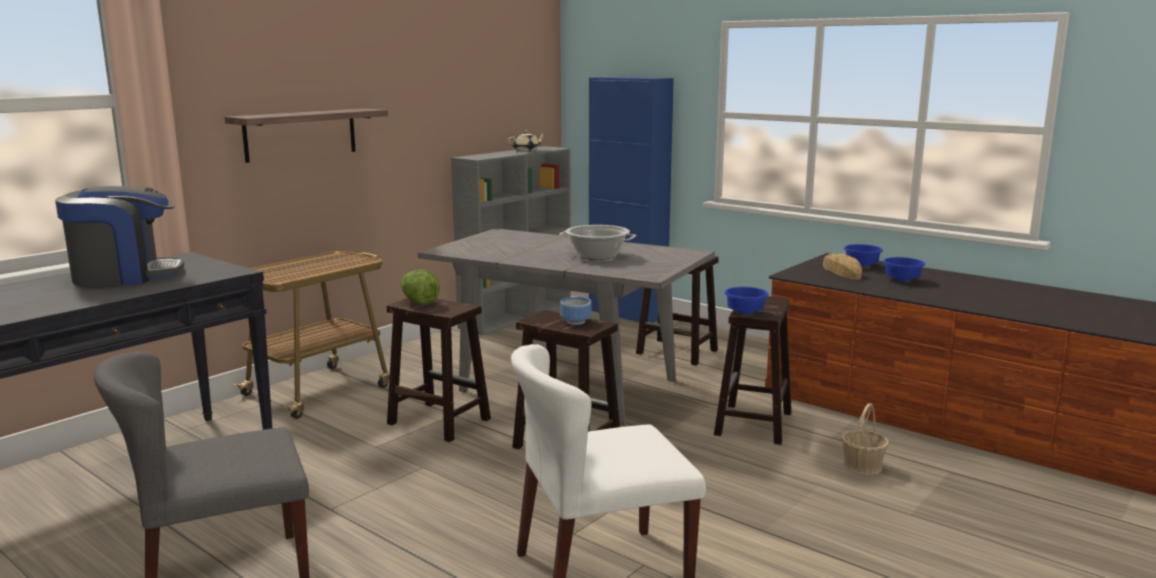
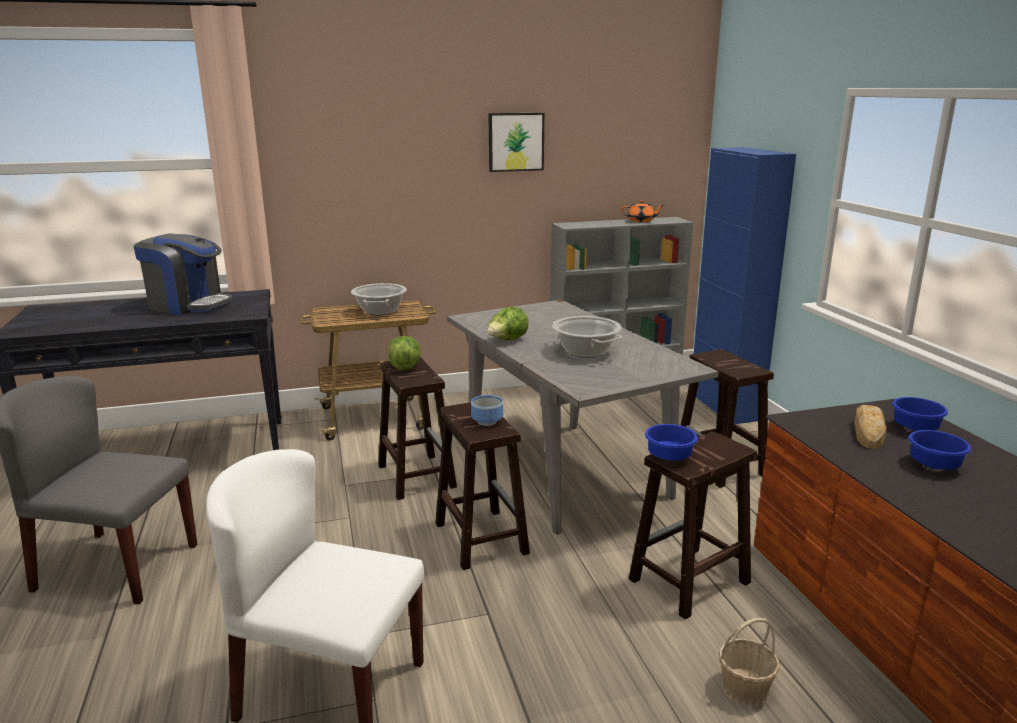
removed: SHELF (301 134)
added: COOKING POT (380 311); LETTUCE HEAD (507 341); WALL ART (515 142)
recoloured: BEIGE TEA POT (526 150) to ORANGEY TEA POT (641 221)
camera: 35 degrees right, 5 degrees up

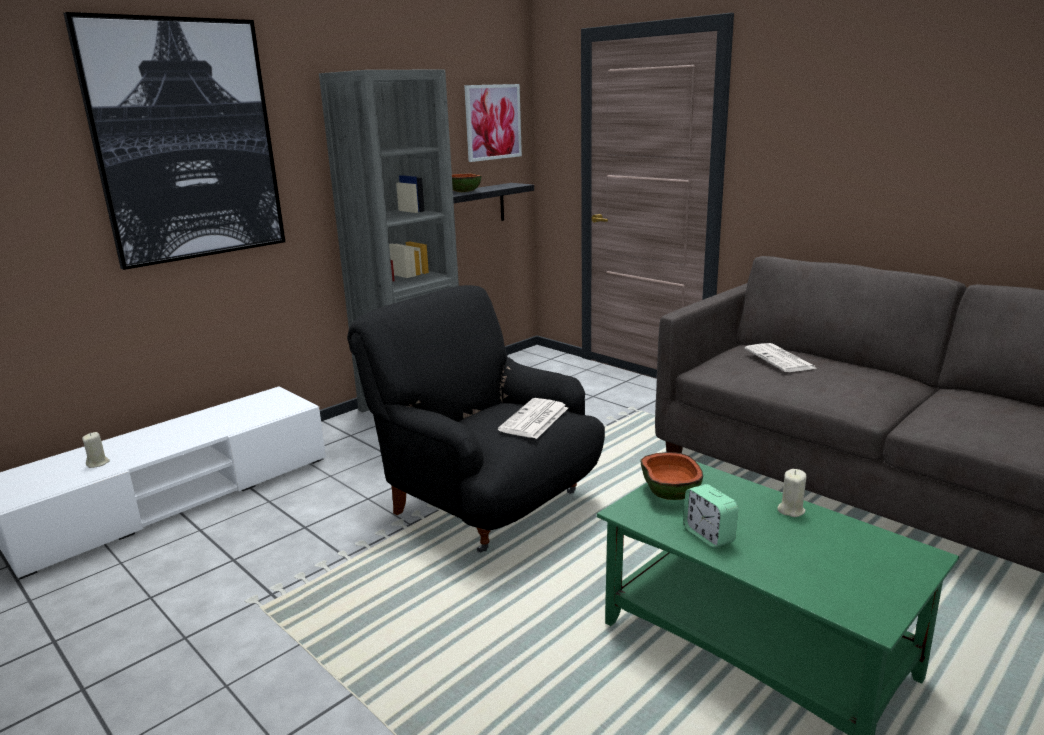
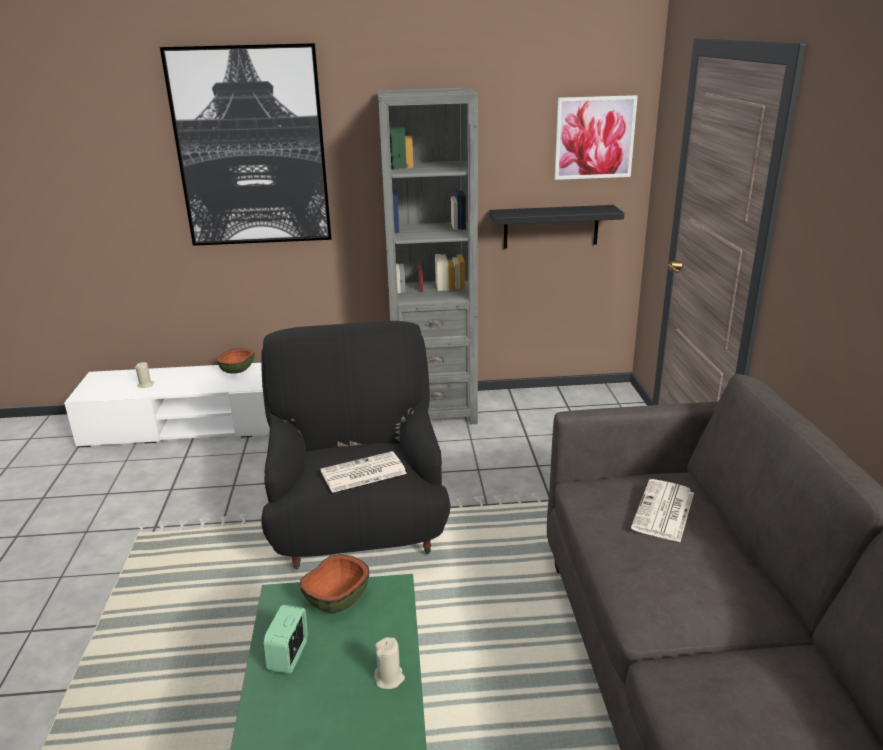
moved: BOWL (464 191) to (237 371)
camera: 40 degrees right, 5 degrees up

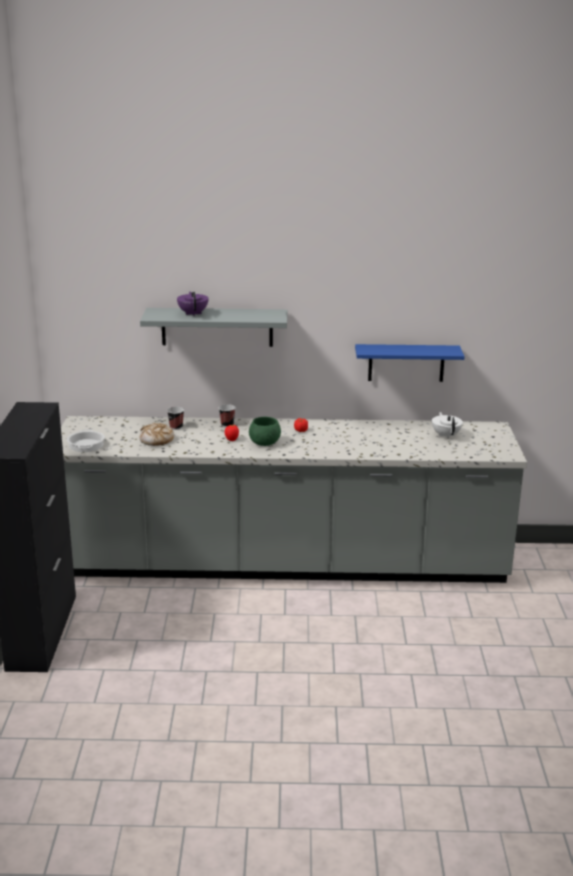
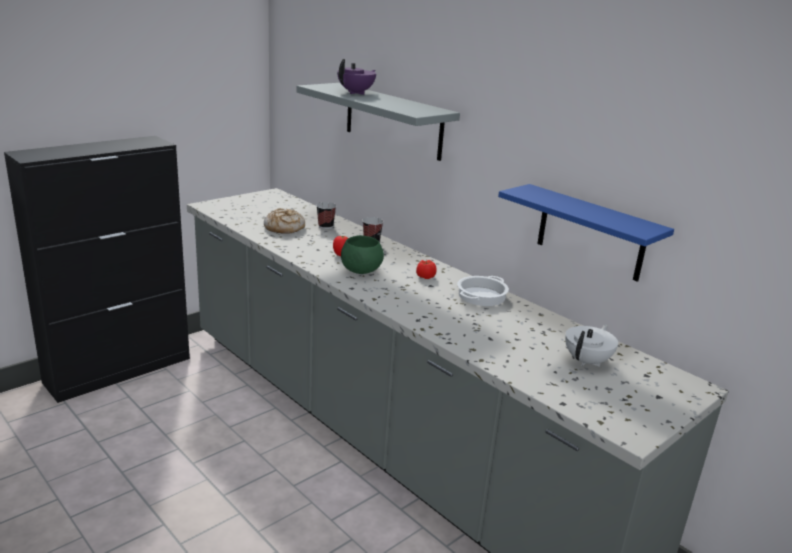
moved: COOKING POT (85 445) to (481 295)
camera: 45 degrees right, 0 degrees up

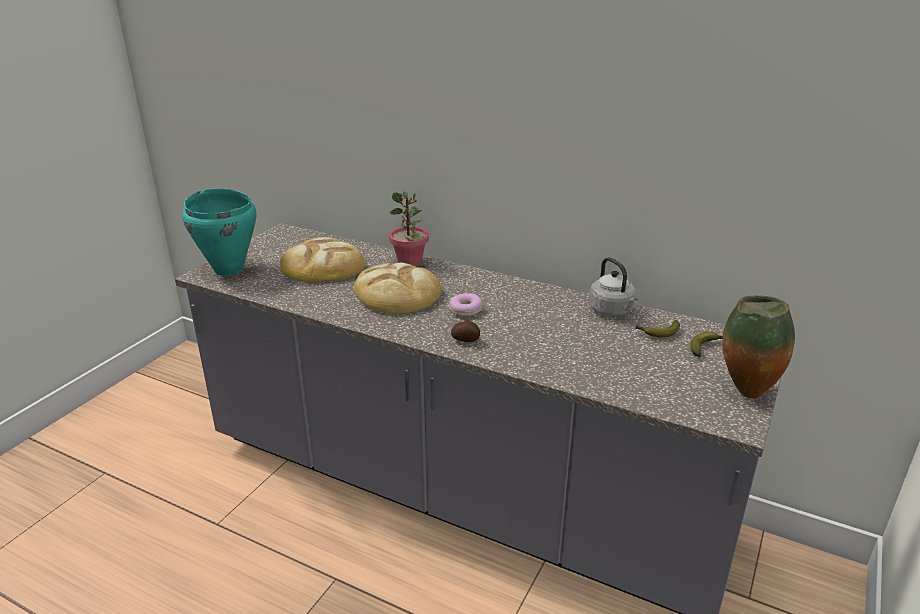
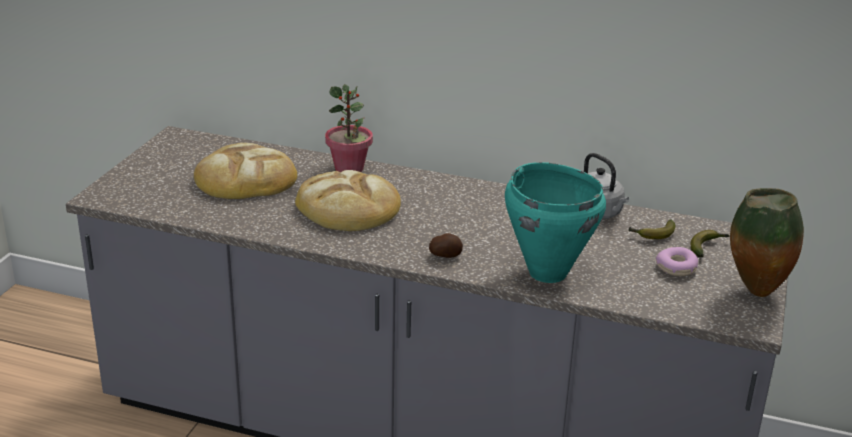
moved: TURQUOISE-COLOURED COOKING POT (229 269) to (547 272); DONUT (466 310) to (676 268)
camera: 10 degrees left, 0 degrees up

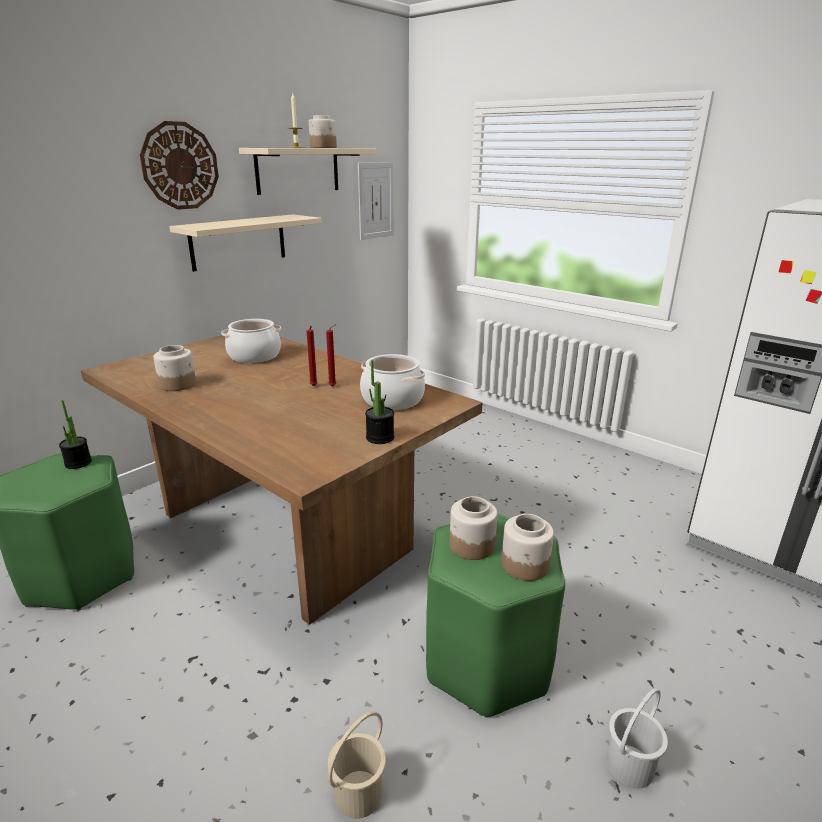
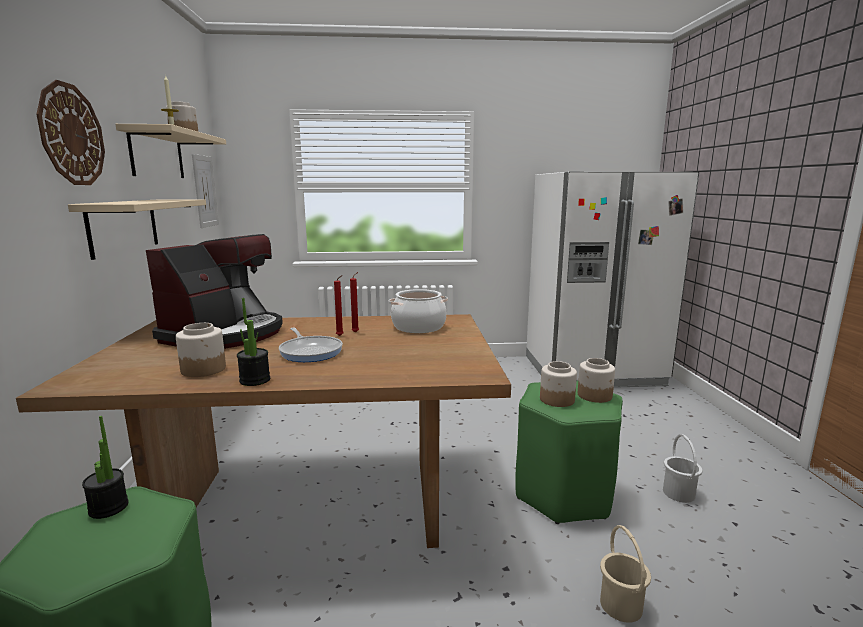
added: PAN (310 352)
moved: PLANT IN A POT (380 437) to (255 380)
replaced: COOKING POT (255 356) to COFFEE MACHINE (225 334)
camera: 45 degrees left, 10 degrees down

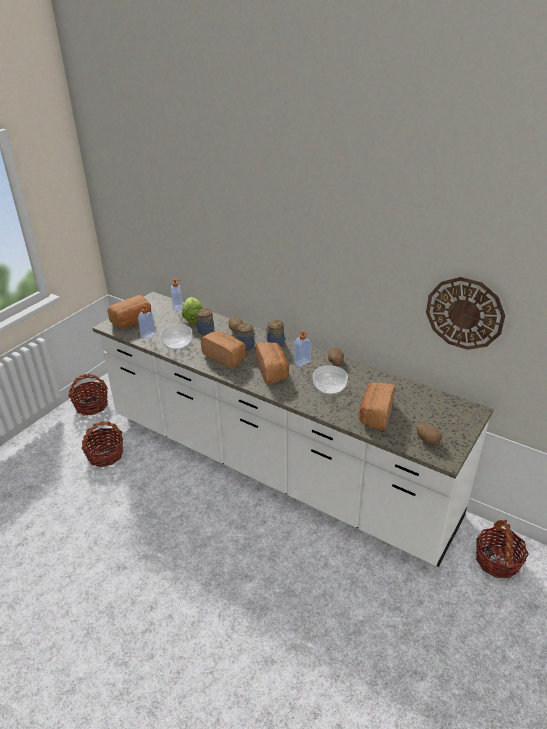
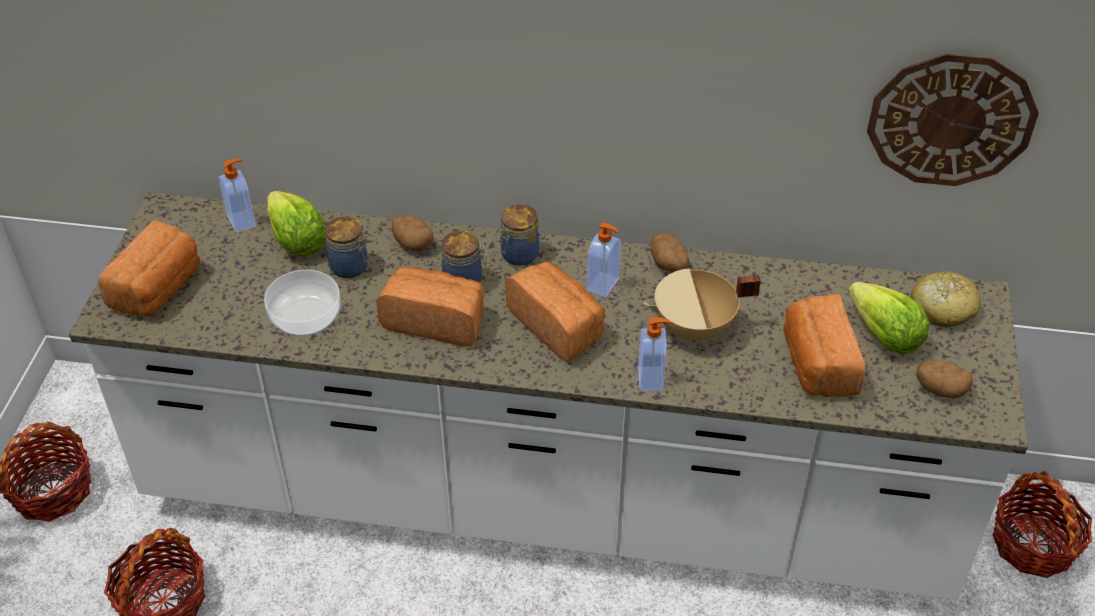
added: LETTUCE HEAD (884 336); BREAD (942 308)
moved: LIQUID SOAP BOTTLE (149 335) to (651 379)
replaced: BOWL (329 387) to BEIGE COOKING POT (694 329)
camera: 25 degrees left, 10 degrees up

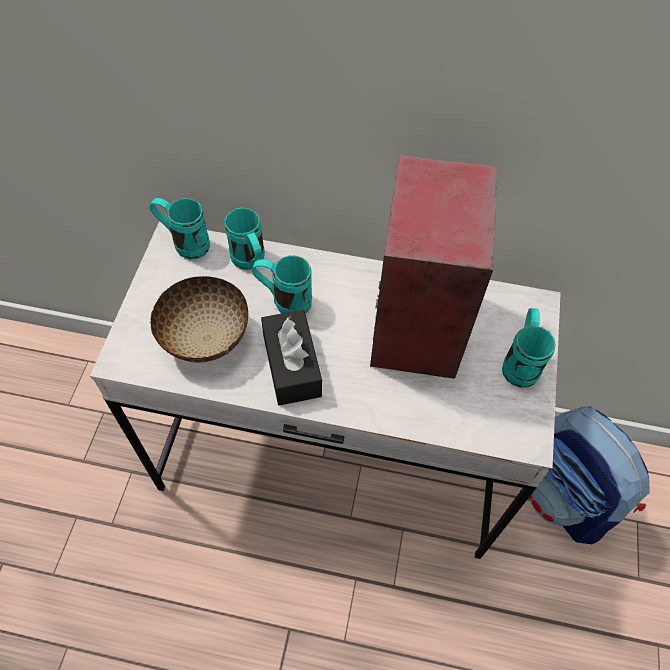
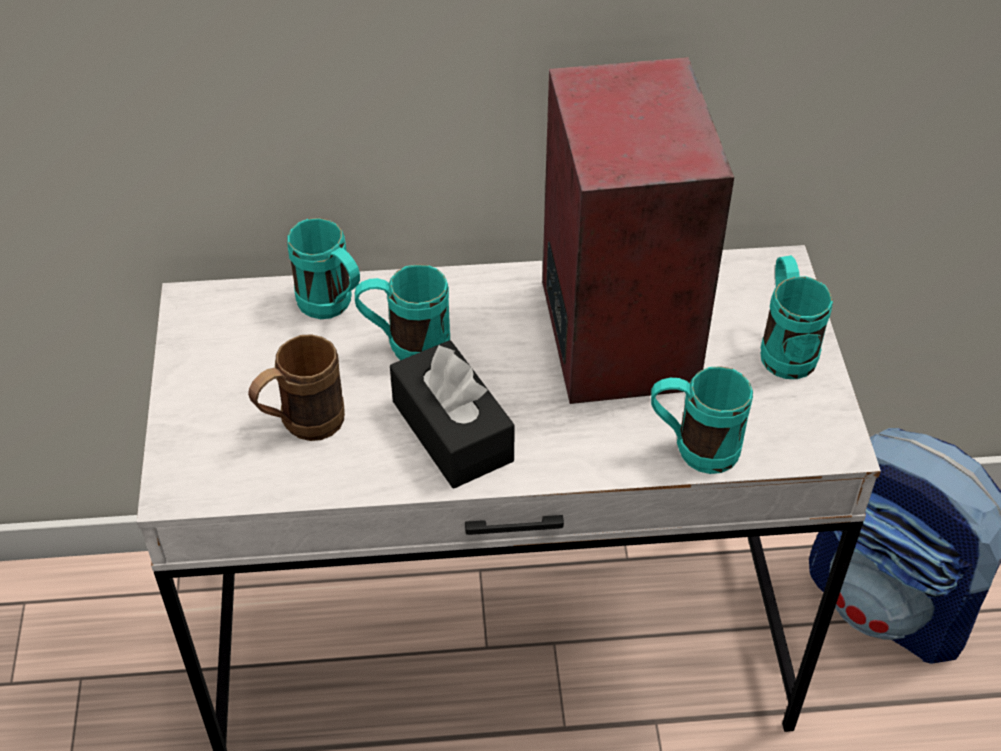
moved: TURQUOISE-COLOURED COFFEE MUG (184 243) to (692 449)
replaced: BOWL (204 338) to BROWN-COLOURED COFFEE MUG (301 426)
camera: 15 degrees left, 10 degrees down

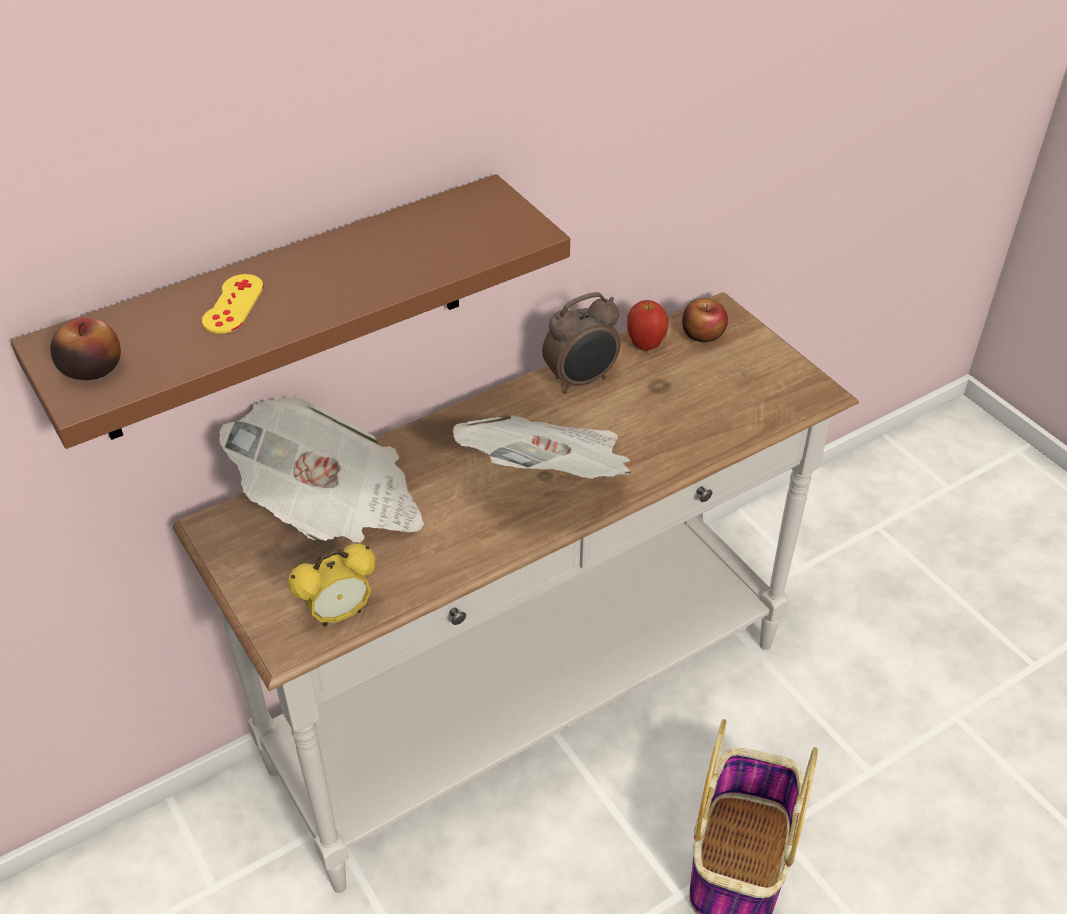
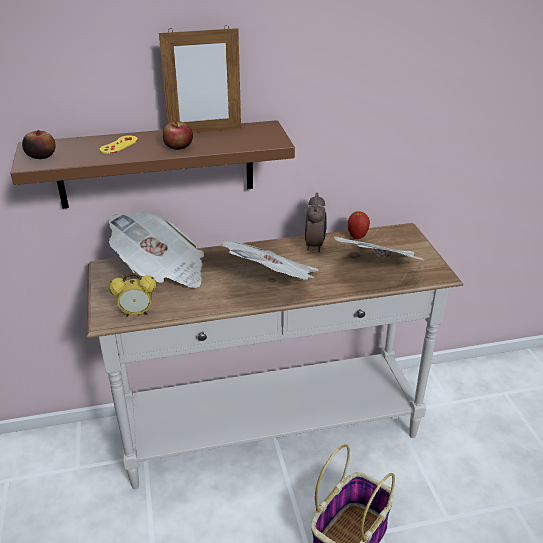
added: STANDING FRAME (205 131); PRINTED PAPER (380 270)
moved: APPLE (703 334) to (179 146)
turned: ALARM CLOCK (582 381) = (315 245) 75 degrees counterclockwise
camera: 20 degrees right, 10 degrees down

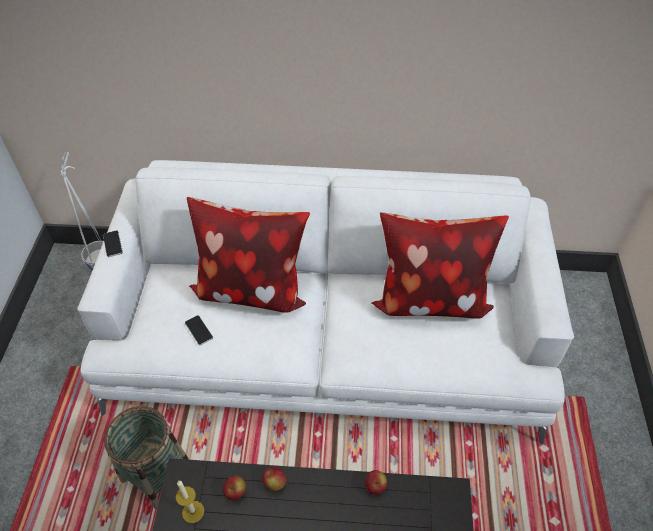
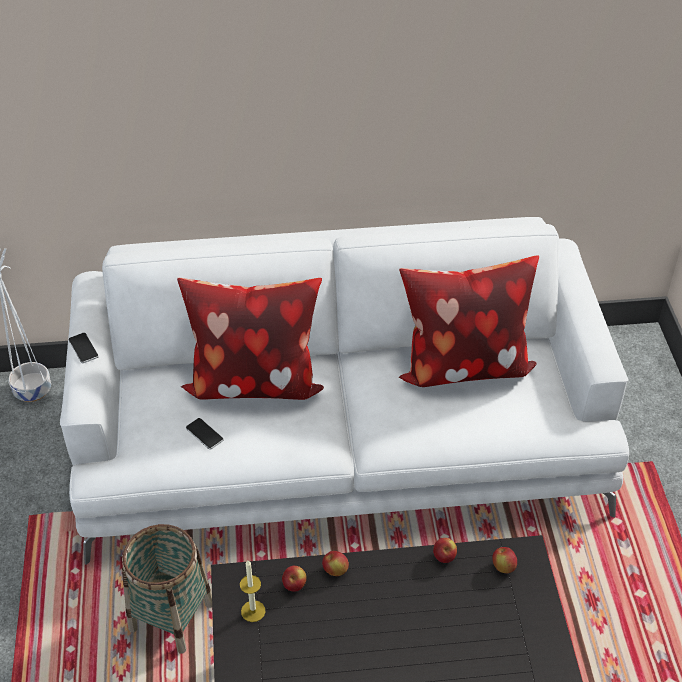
added: APPLE (503 567)
camera: 10 degrees left, 5 degrees down

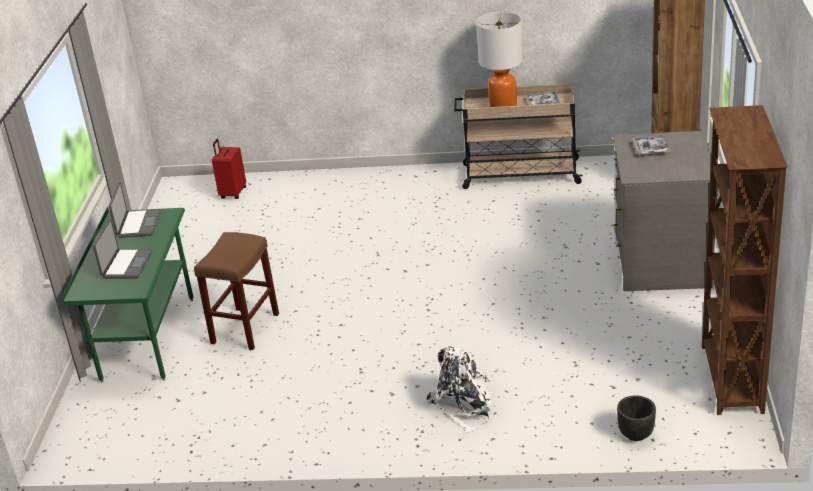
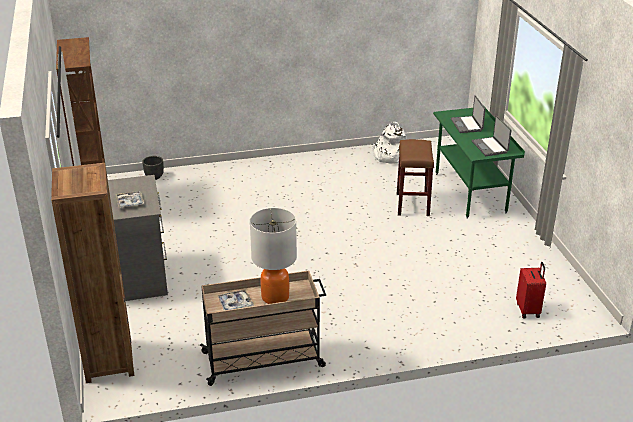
moved: WHITISH RUCKSACK (463 405) to (389 156)
camera: 160 degrees right, 0 degrees up

